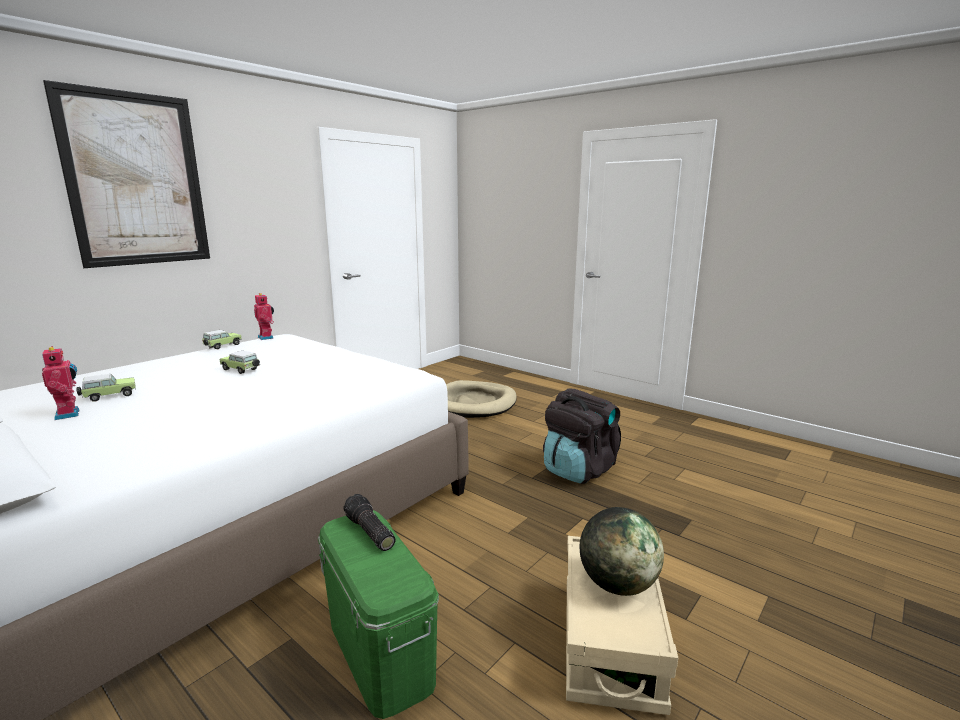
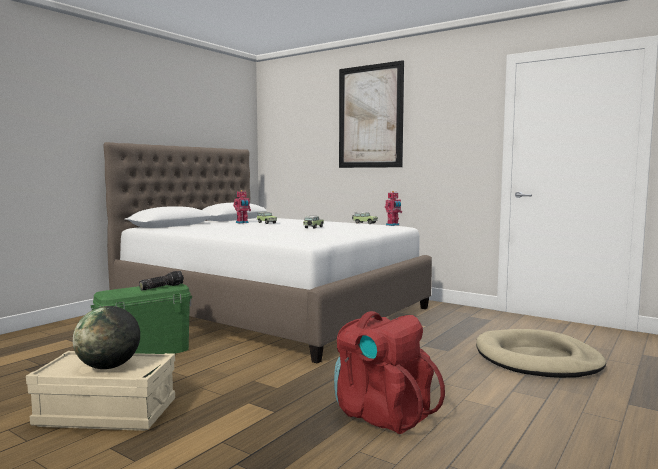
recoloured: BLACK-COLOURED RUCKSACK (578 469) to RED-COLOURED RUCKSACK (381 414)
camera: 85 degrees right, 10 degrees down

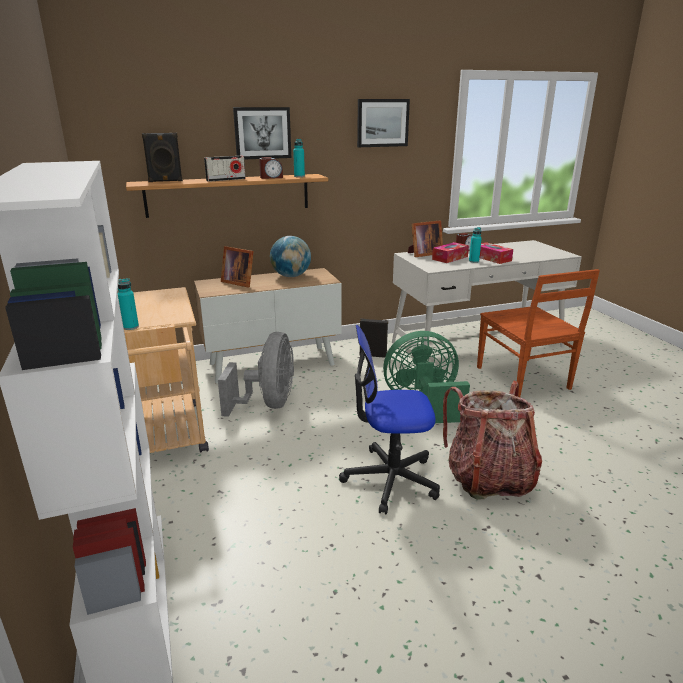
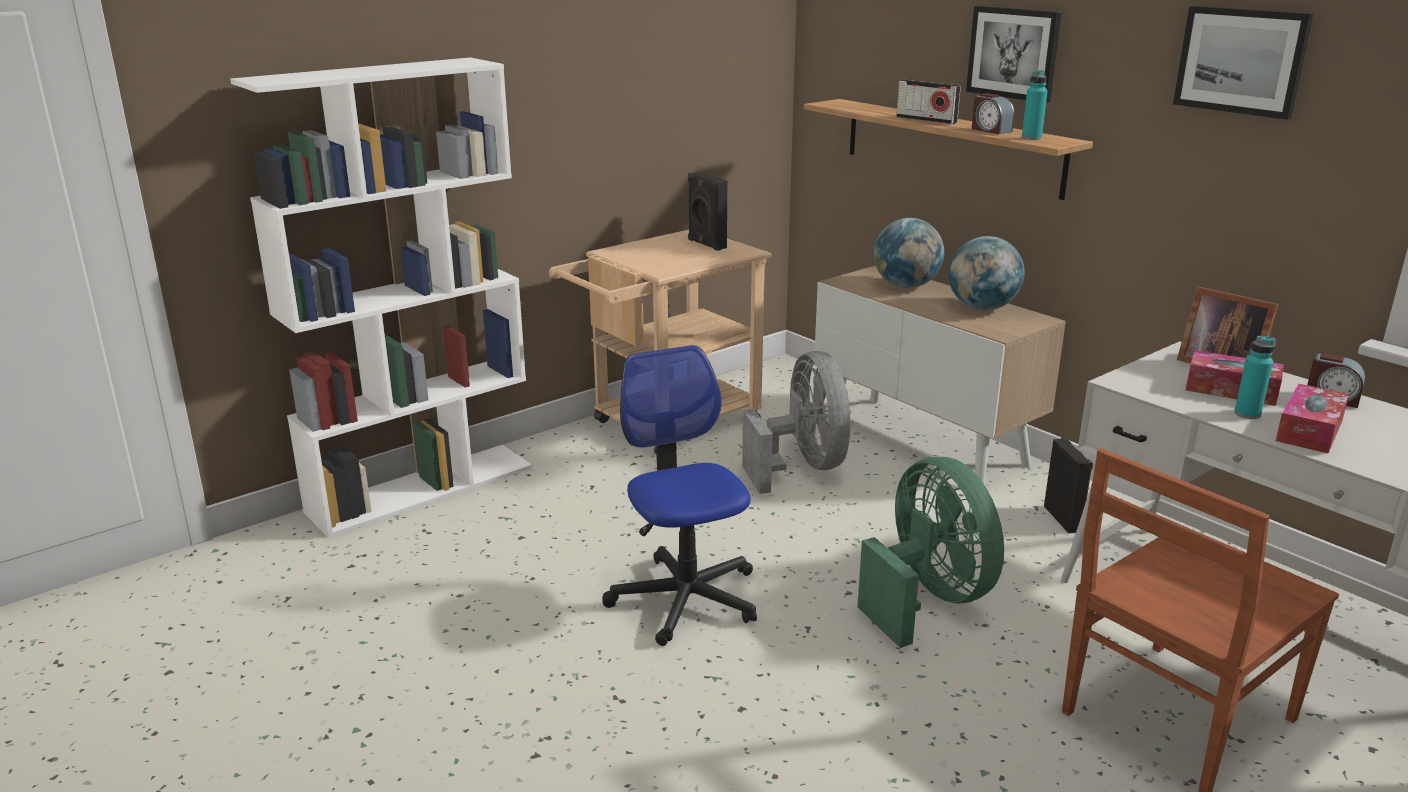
removed: TURQUOISE-COLOURED DRINK BOTTLE (131 327); RUCKSACK (488 478)
moved: BLACK-COLOURED LOUDSPEAKER (165 181) to (706 244)
replaced: STANDING FRAME (239 282) to GLOBE (906 286)
turned: GRAY COOLING FAN (268 404) = (803 467) 90 degrees counterclockwise
camera: 70 degrees right, 0 degrees up

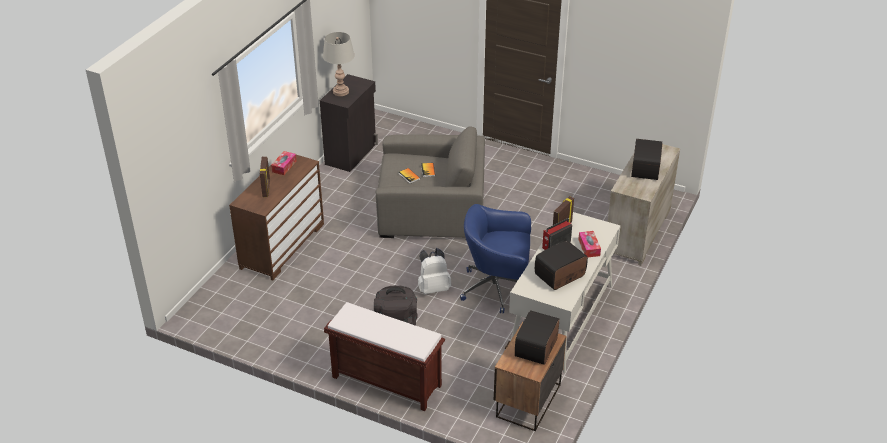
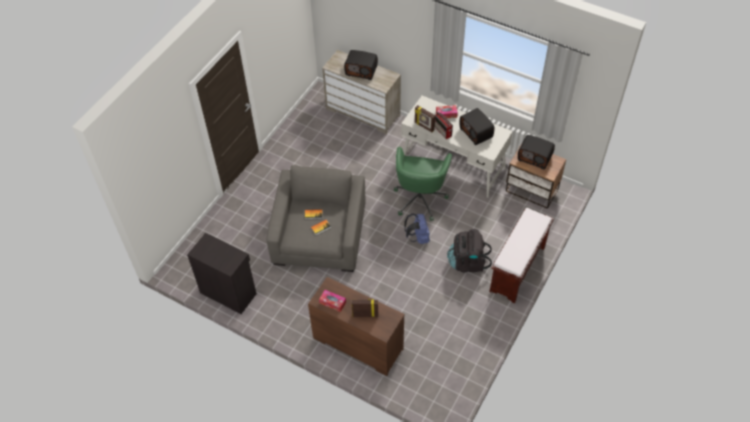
removed: GRAY TABLE LAMP (341 92)
recoloured: WHITISH RUCKSACK (433 288) to BLUISH RUCKSACK (418 237); BLUISH COMPUTER CHAIR (497 288) to GREEN-COLOURED COMPUTER CHAIR (420 198)
camera: 85 degrees left, 15 degrees up

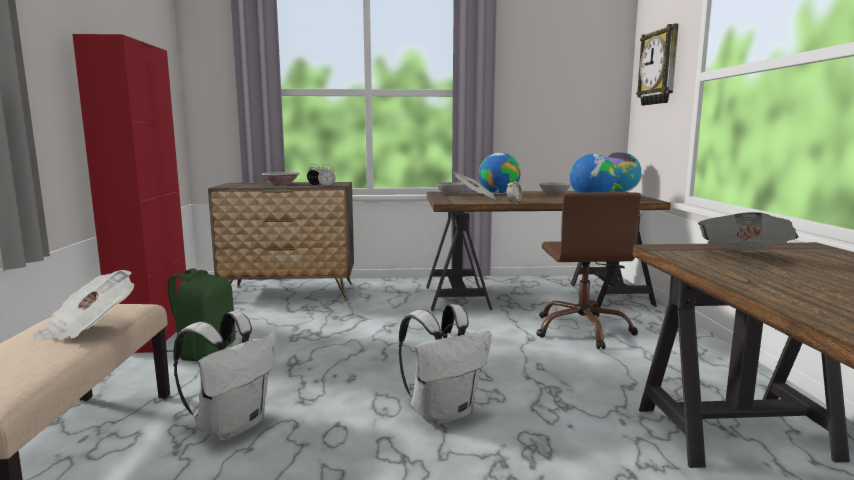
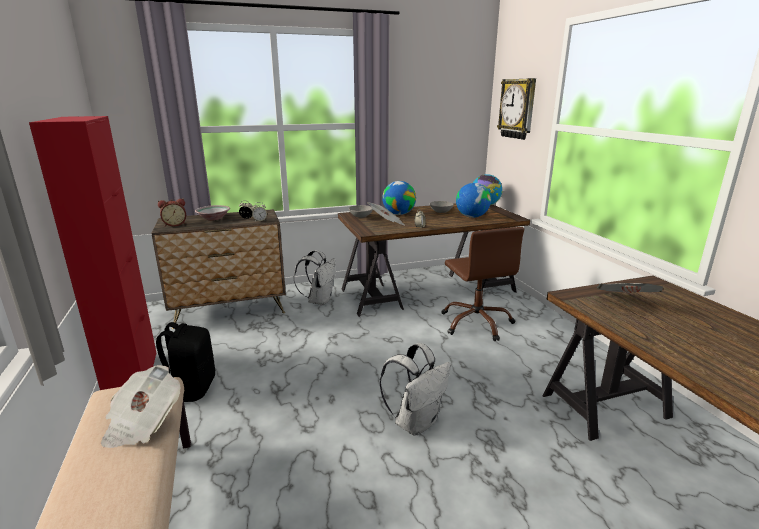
added: ALARM CLOCK (175 224)
moved: WHITISH RUCKSACK (232 425) to (319 300)
recoloured: GREEN-COLOURED RUCKSACK (205 351) to BLACK-COLOURED RUCKSACK (192 389)
camera: 15 degrees left, 10 degrees up

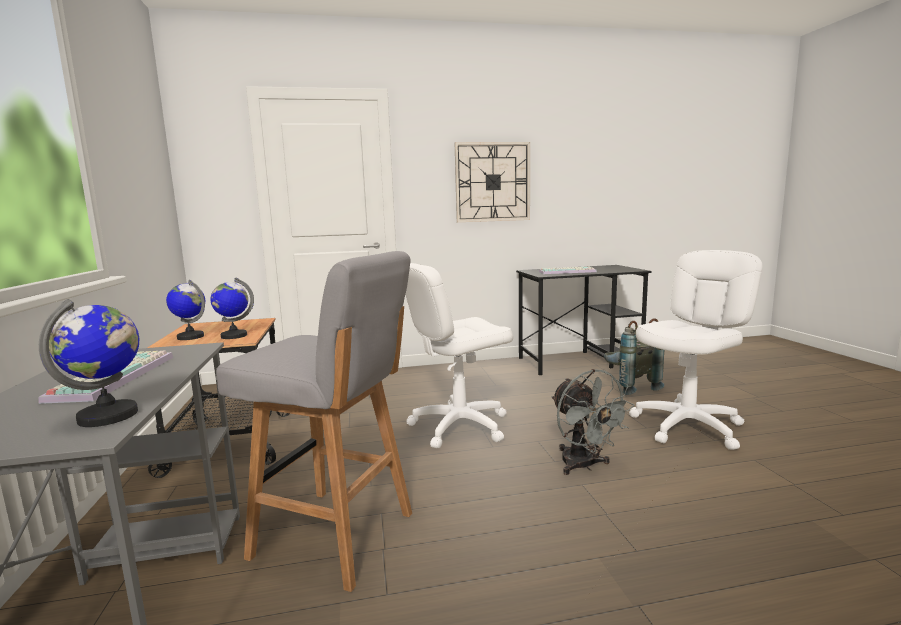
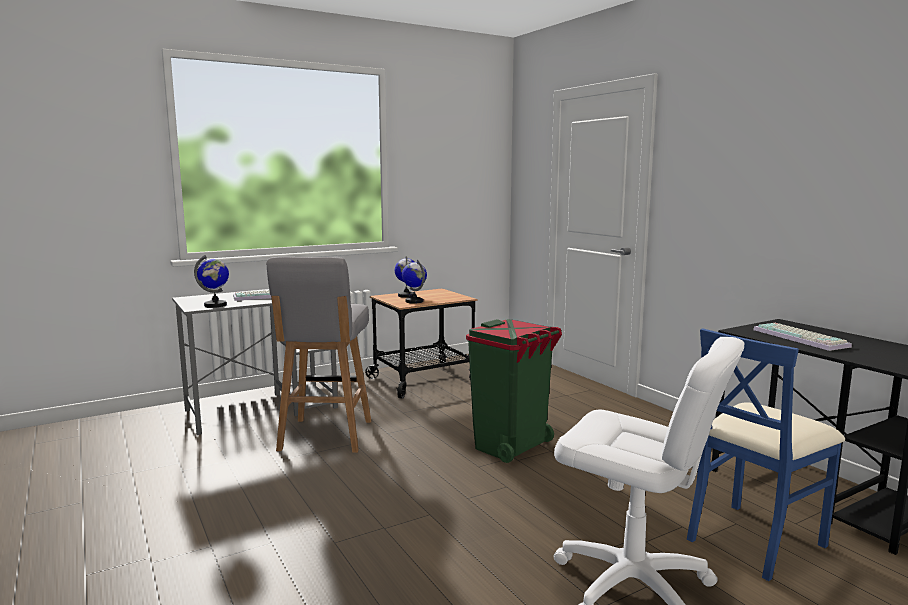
removed: WALL CLOCK (492 182); GRAY COOLING FAN (584 466)
replaced: WHITISH COMPUTER CHAIR (459 426) to GREEN-COLOURED WASTE BIN (511 446); GRAY RUCKSACK (629 386) to BLUISH UPRIGHT CHAIR (754 540)
camera: 70 degrees right, 0 degrees up

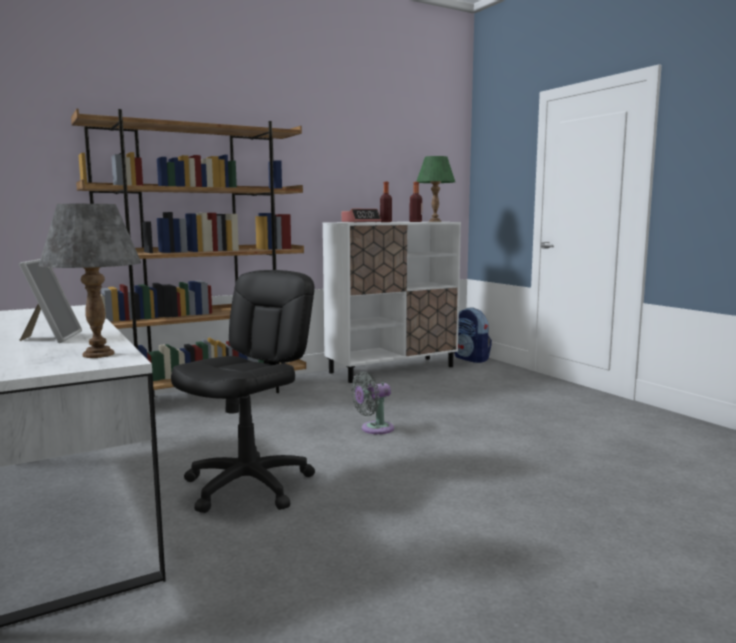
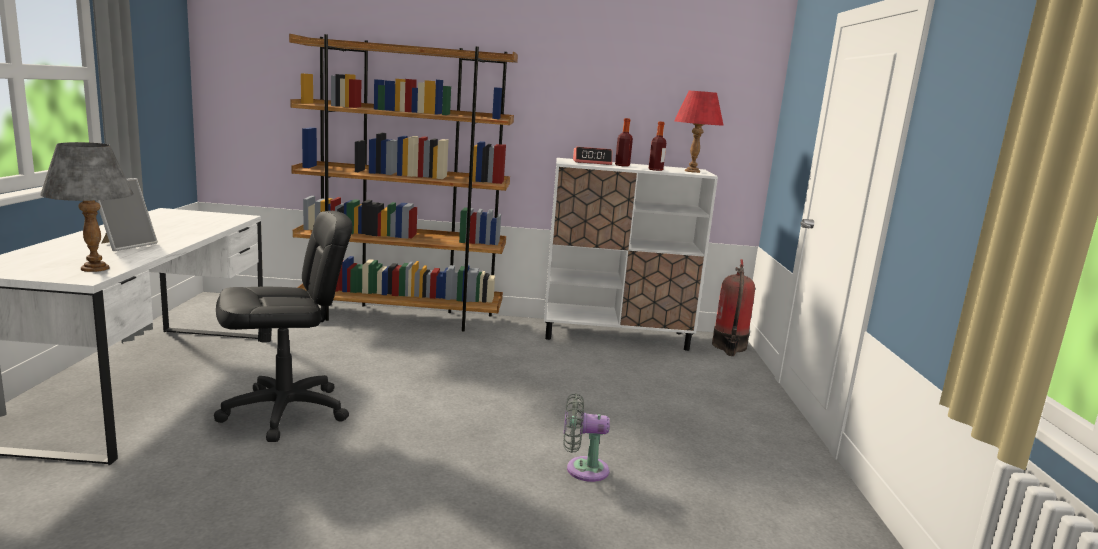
moved: GRAY COOLING FAN (374 429) to (582 469)
replaced: RUCKSACK (471 359) to EXTINGUISHER (729 347)
recoloured: GREEN-COLOURED TABLE LAMP (434 221) to RED-COLOURED TABLE LAMP (692 171)
camera: 30 degrees right, 5 degrees up

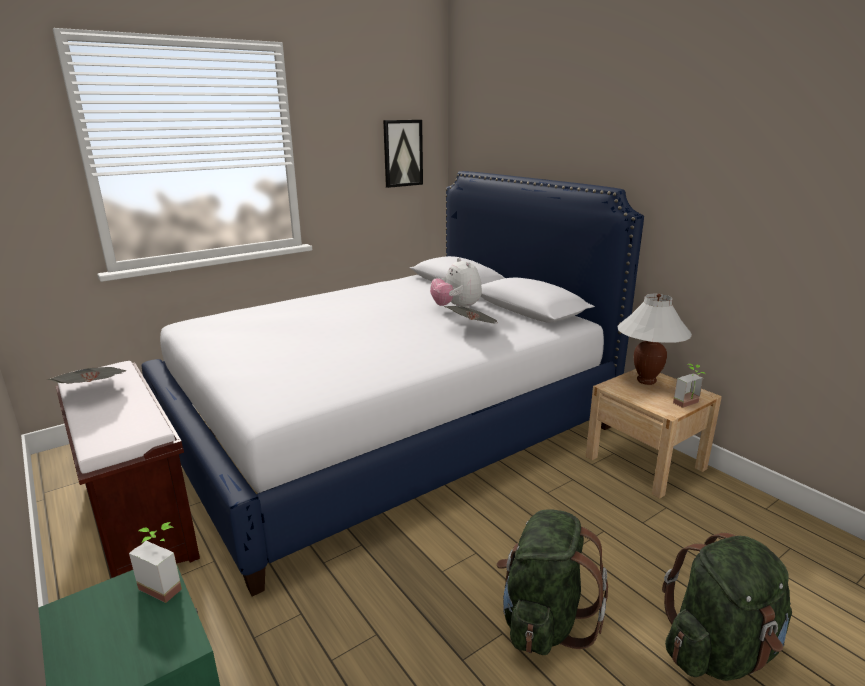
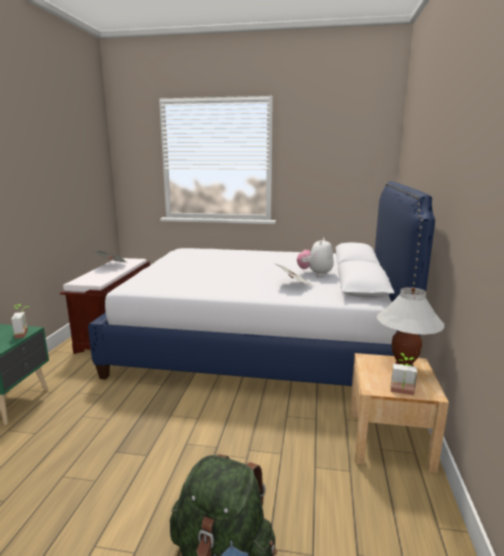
removed: WALL ART (402 153); GREEN-COLOURED RUCKSACK (544 620)
camera: 45 degrees right, 5 degrees down

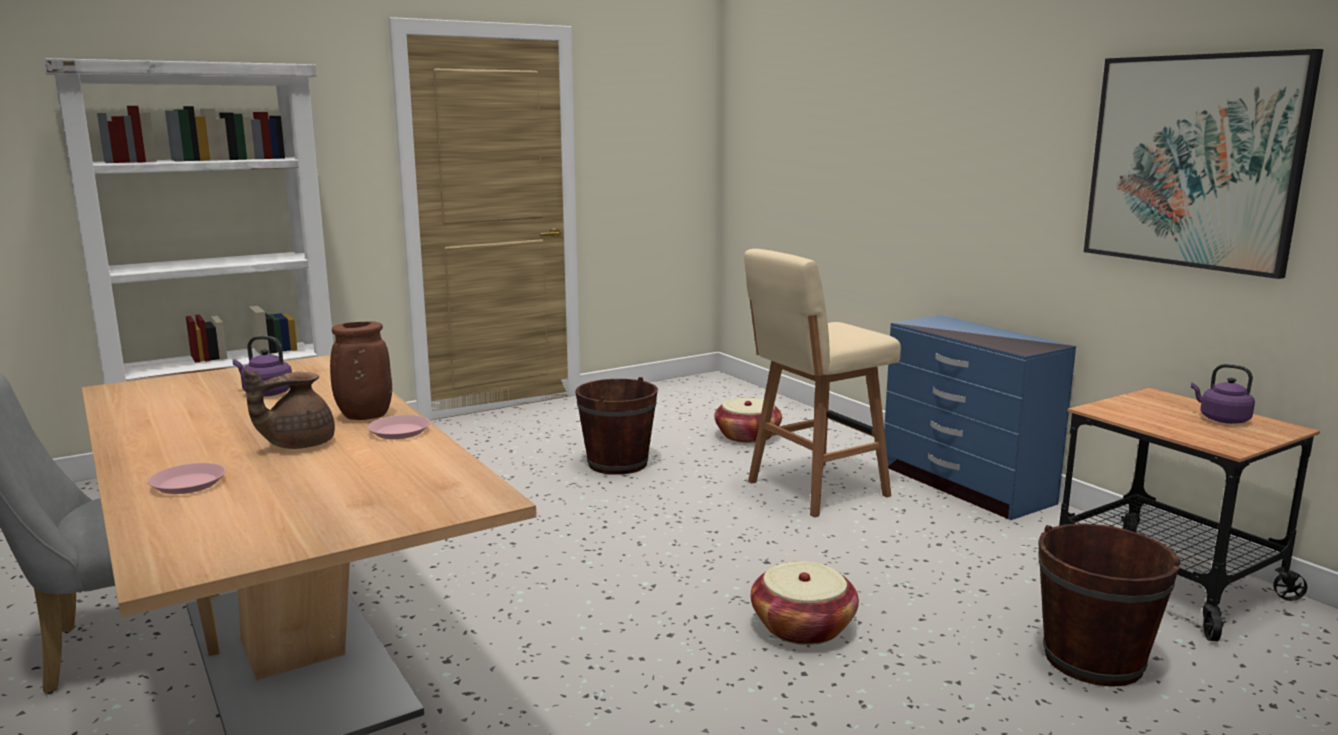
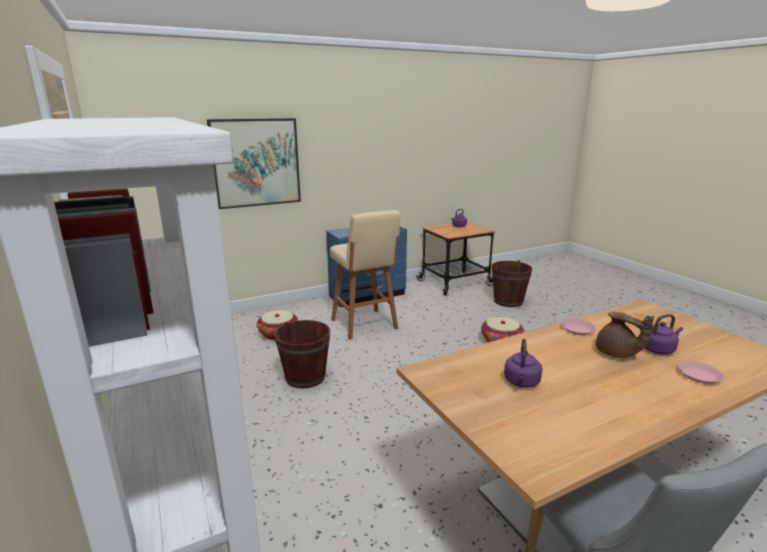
removed: BROWN-COLOURED DECORATIVE VASE (363 417)
added: PURPLE WATER KETTLE (658 349)
moved: WALL ART (1193 161) to (256 163)
camera: 85 degrees left, 5 degrees up

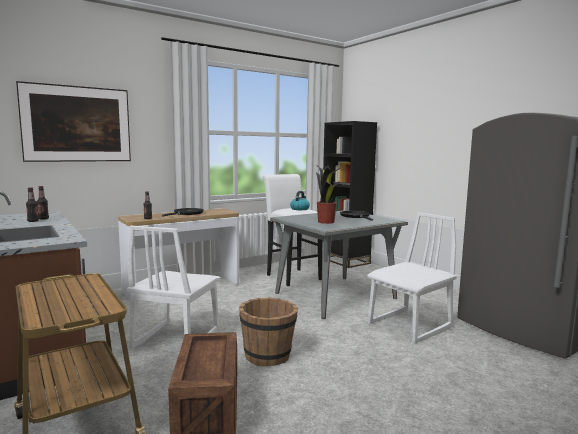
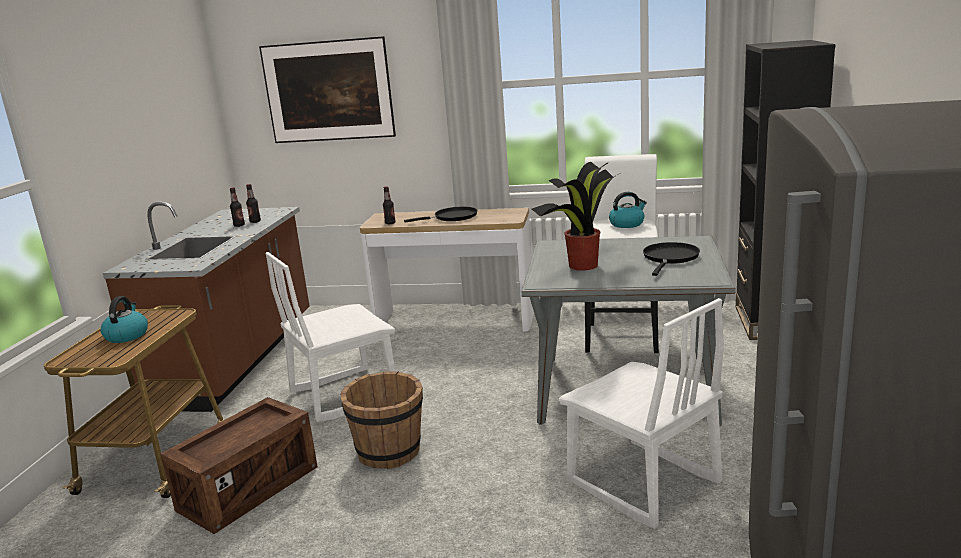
added: WATER KETTLE (127 335)
turned: WHITISH UPRIGHT CHAIR (410 326) = (642 483) 45 degrees clockwise
camera: 45 degrees right, 10 degrees up

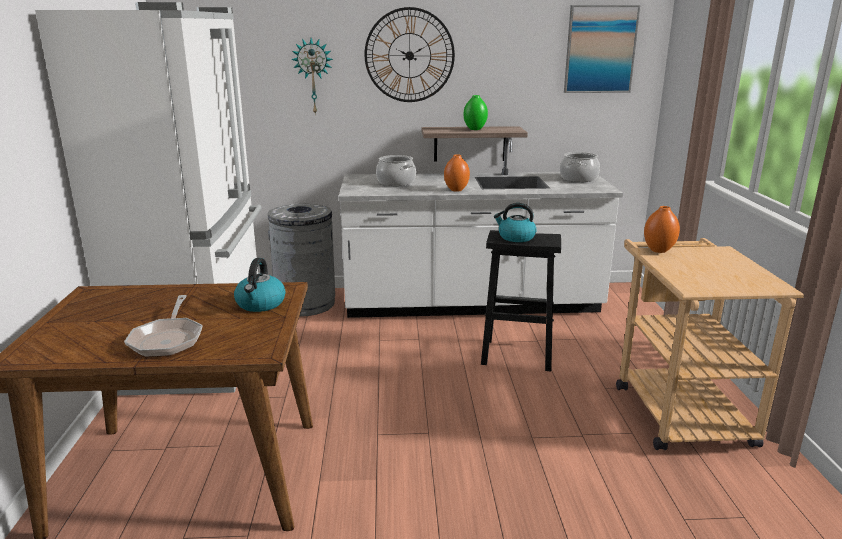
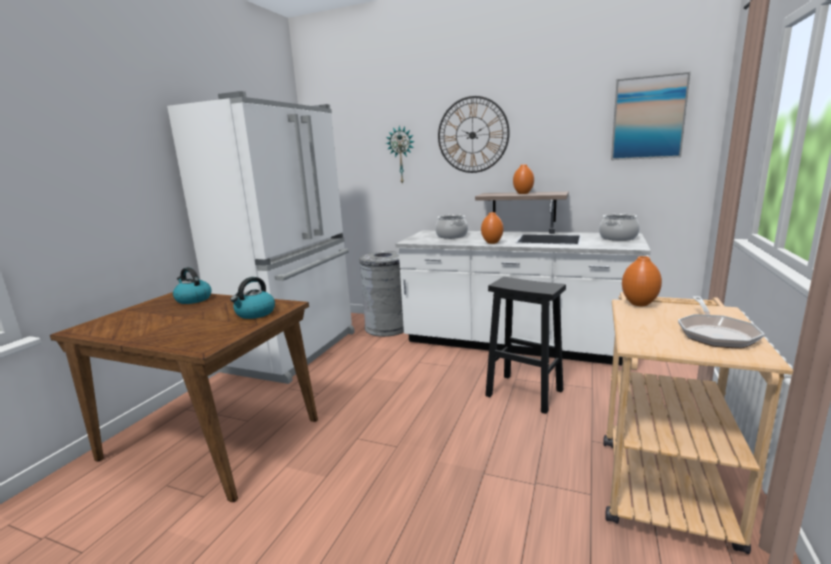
moved: PAN (168 339) to (715 333); WATER KETTLE (516 237) to (193 299)
recoloured: GREEN-COLOURED DECORATIVE VASE (475 129) to ORANGEY DECORATIVE VASE (523 193)
camera: 25 degrees right, 5 degrees down

